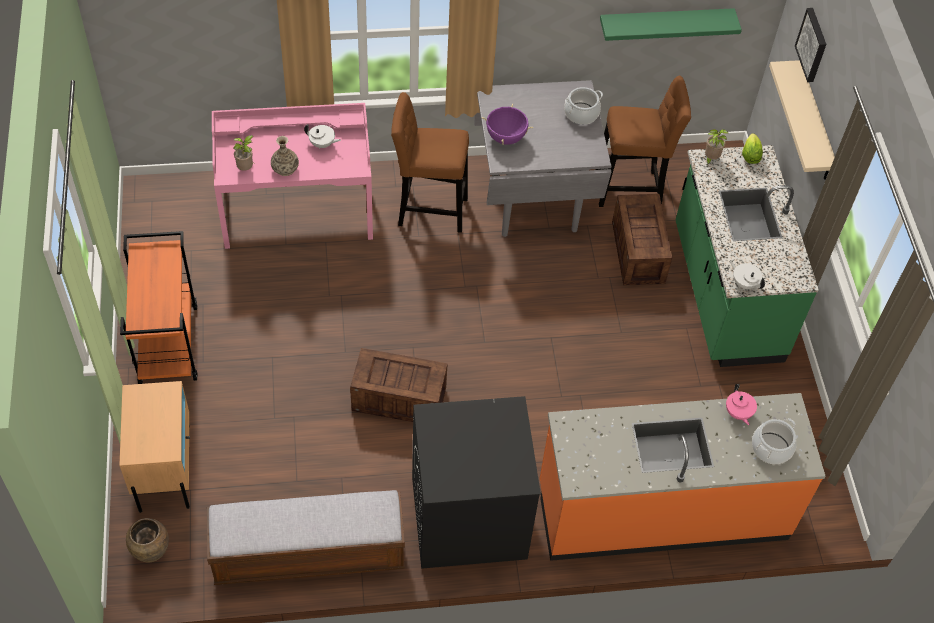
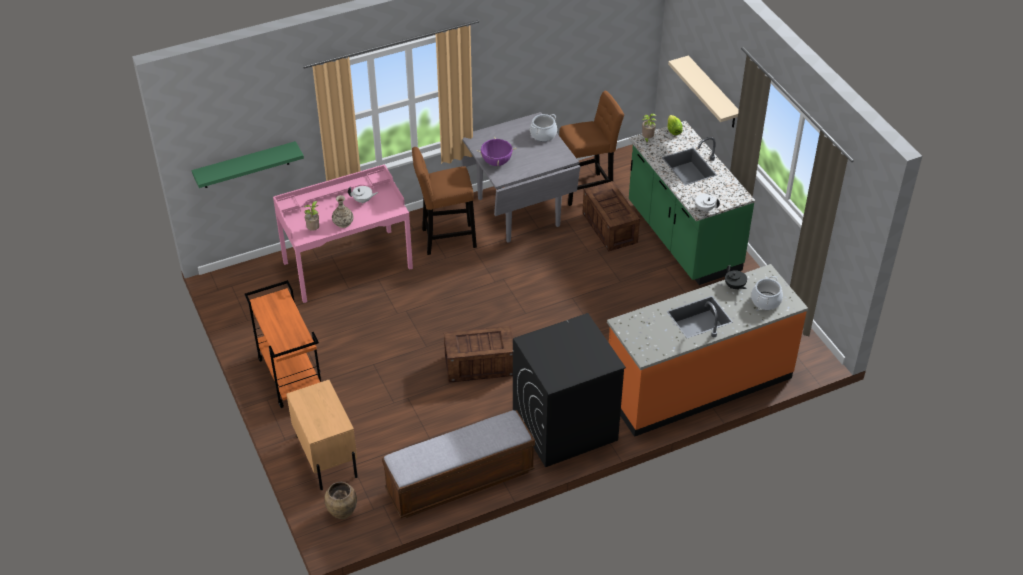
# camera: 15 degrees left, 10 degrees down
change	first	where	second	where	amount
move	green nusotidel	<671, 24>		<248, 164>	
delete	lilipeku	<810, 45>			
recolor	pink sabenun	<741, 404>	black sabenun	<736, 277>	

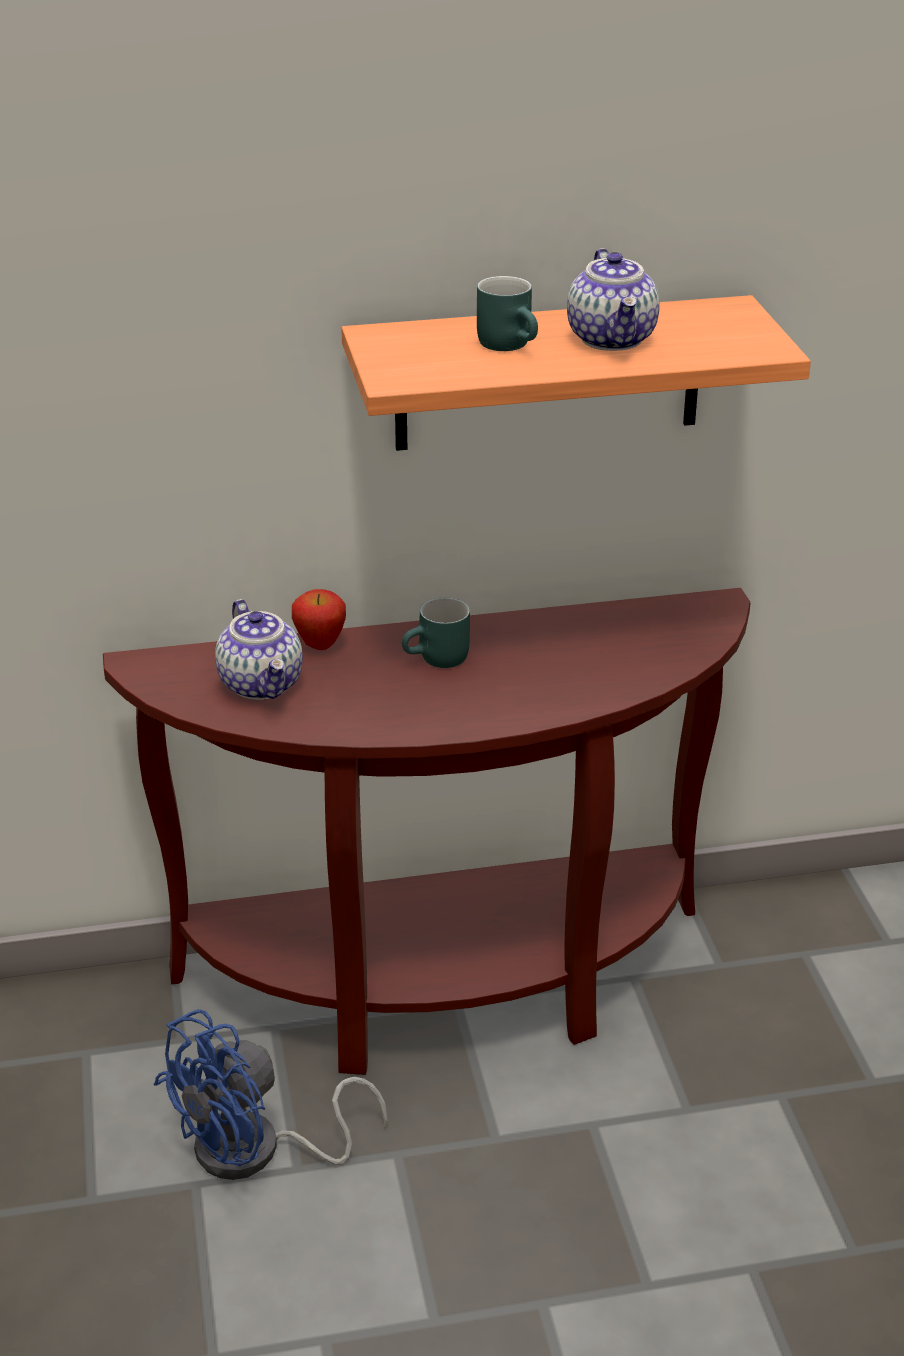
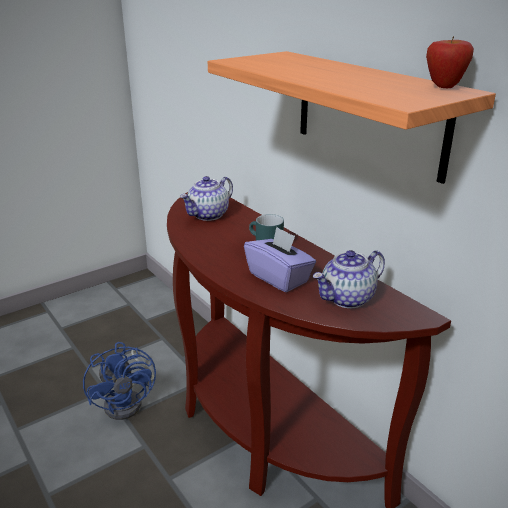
# camera: 65 degrees right, 5 degrees down
change	first	where	second	where	amount
move	sabenun	<613, 299>		<349, 279>	
delete	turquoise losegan	<507, 313>			
move	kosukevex	<319, 619>		<450, 62>	
rotate	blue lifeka	<271, 1094>		<119, 381>	135 degrees counterclockwise
insert			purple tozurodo	<280, 259>	

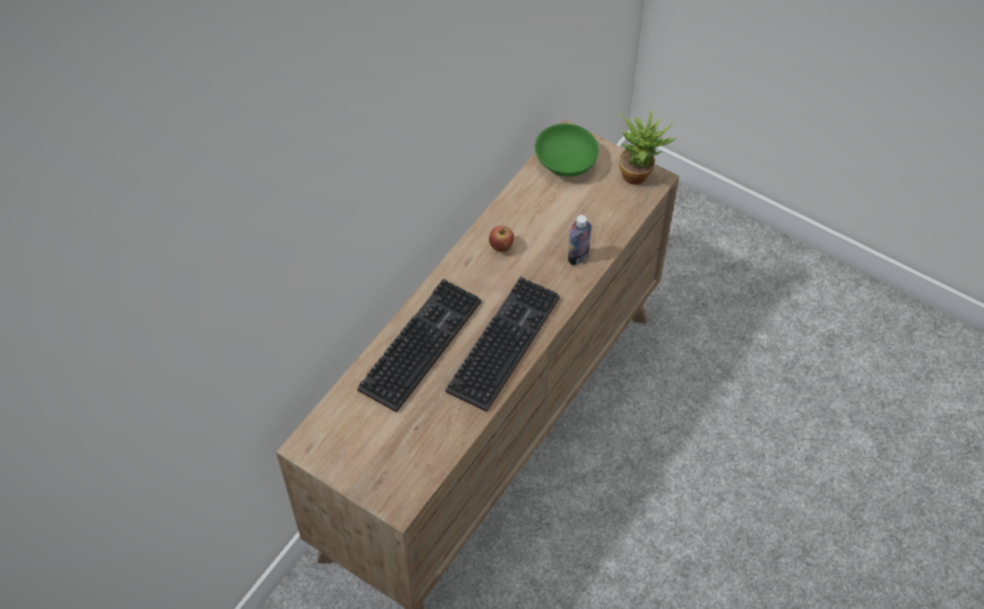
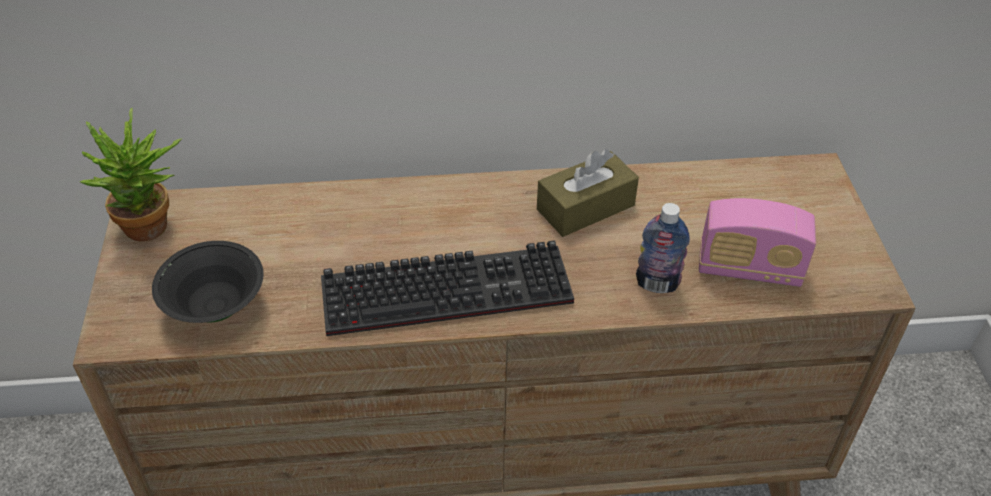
# camera: 50 degrees right, 10 degrees down
change	first	where	second	where	amount
move	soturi	<647, 147>		<131, 174>	
delete	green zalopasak	<567, 150>			
replace	kosukevex	<501, 239>	brown tozurodo	<588, 193>	
delete	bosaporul	<419, 346>			
insert			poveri	<757, 242>	
insert			black zalopasak	<207, 282>	

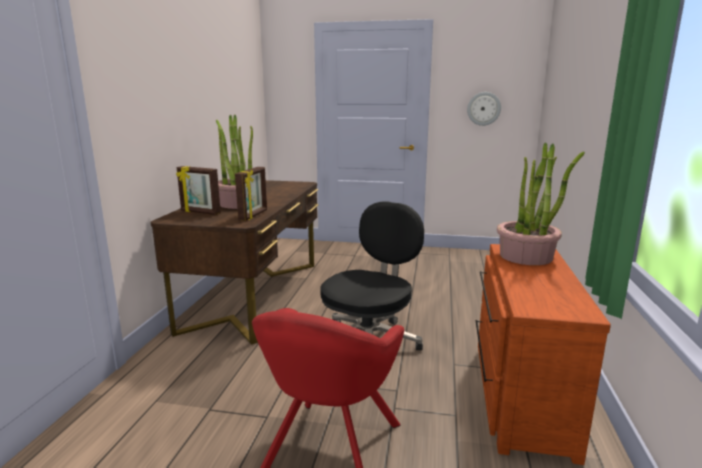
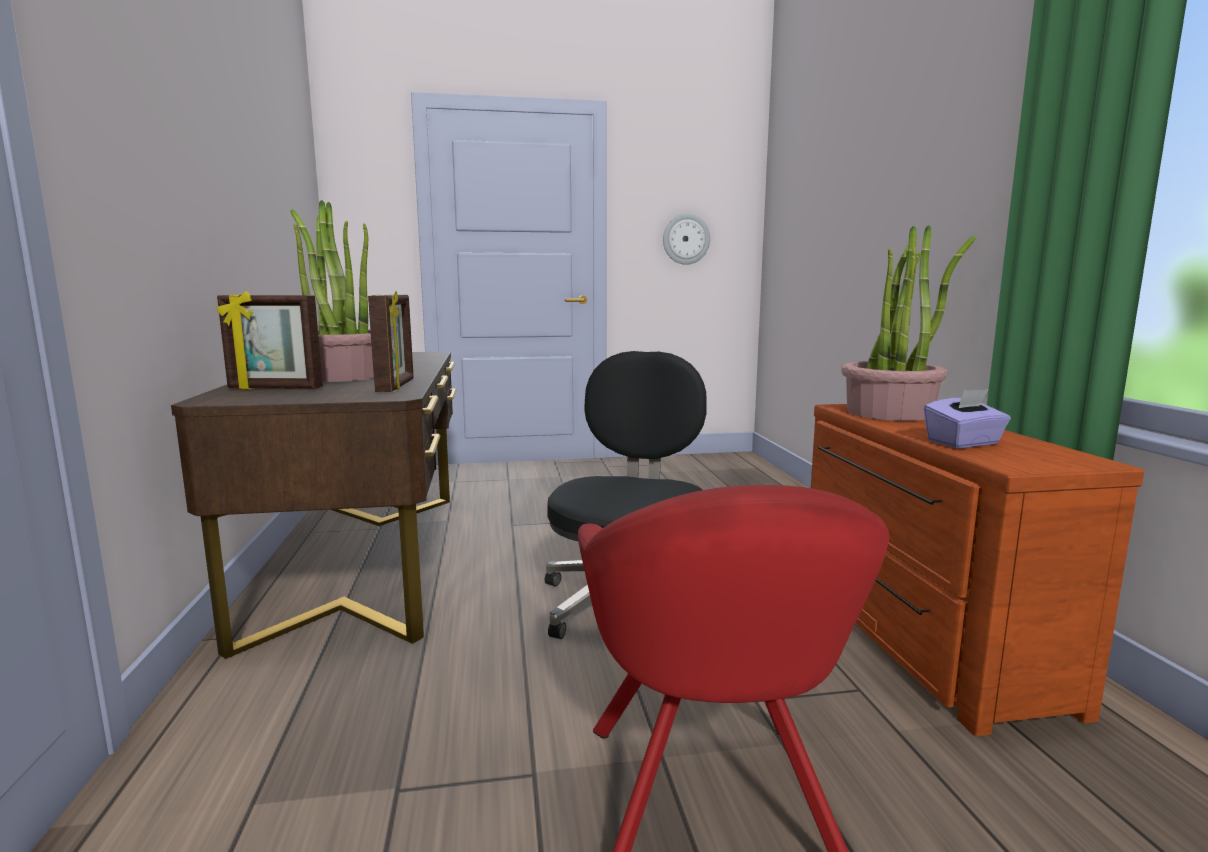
# camera: 20 degrees left, 5 degrees down
change	first	where	second	where	amount
insert			purple tozurodo	<967, 418>	

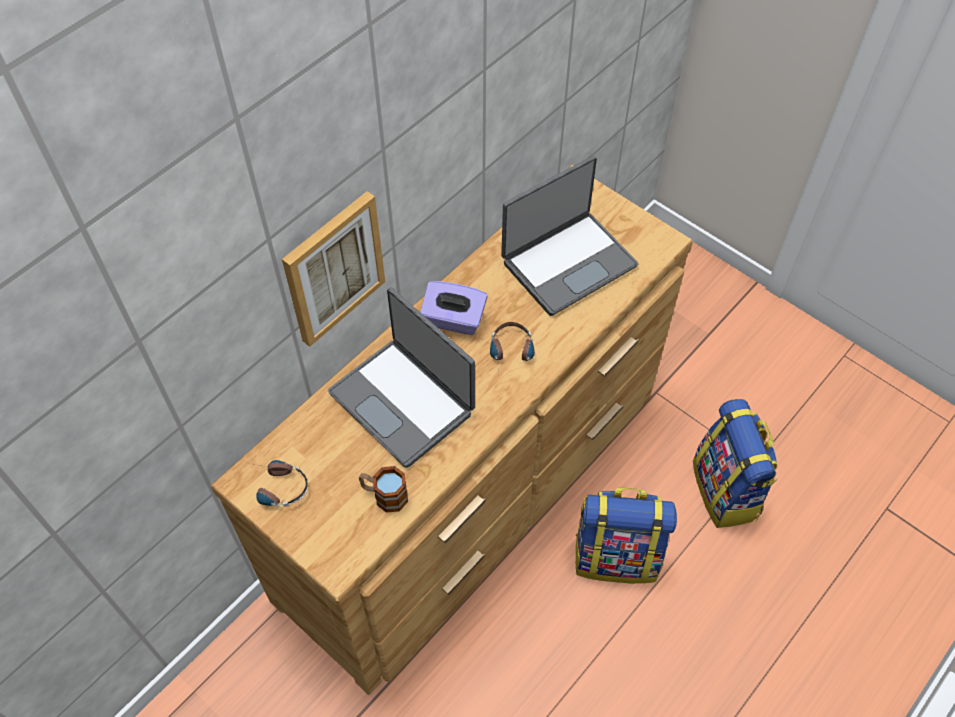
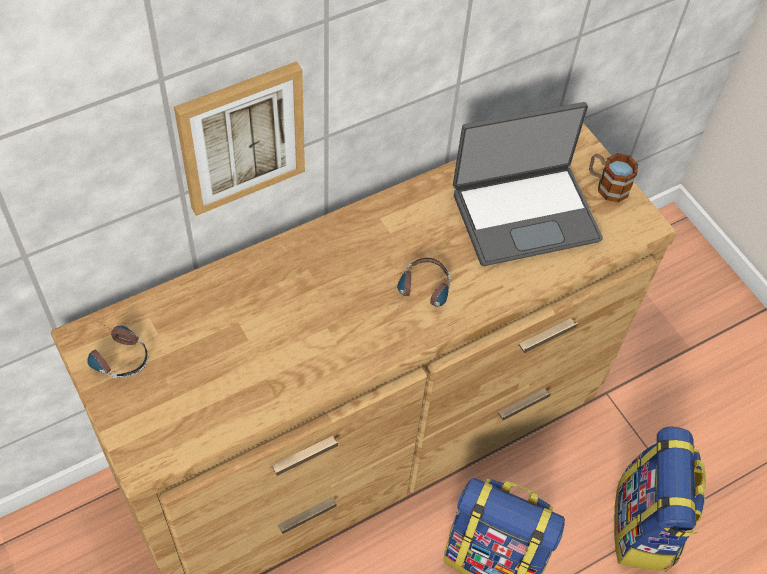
# camera: 15 degrees right, 0 degrees up
change	first	where	second	where	amount
delete	purple tozurodo	<454, 308>			
delete	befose	<401, 377>			
move	losegan	<383, 489>		<613, 177>	

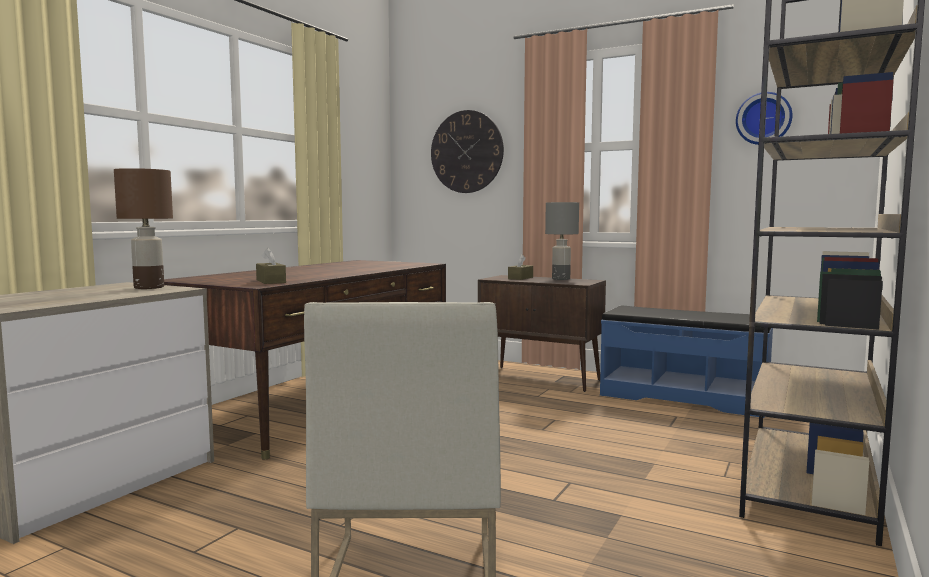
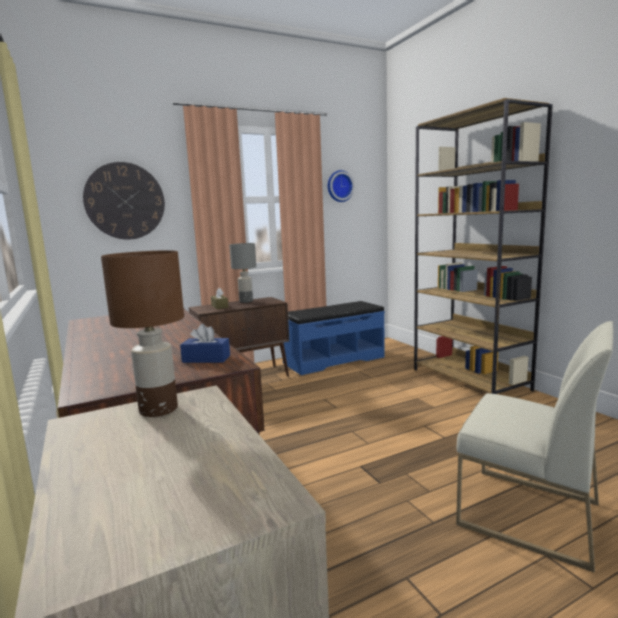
# camera: 55 degrees left, 5 degrees up
change	first	where	second	where	amount
recolor	brown tozurodo	<271, 266>	blue tozurodo	<205, 343>	

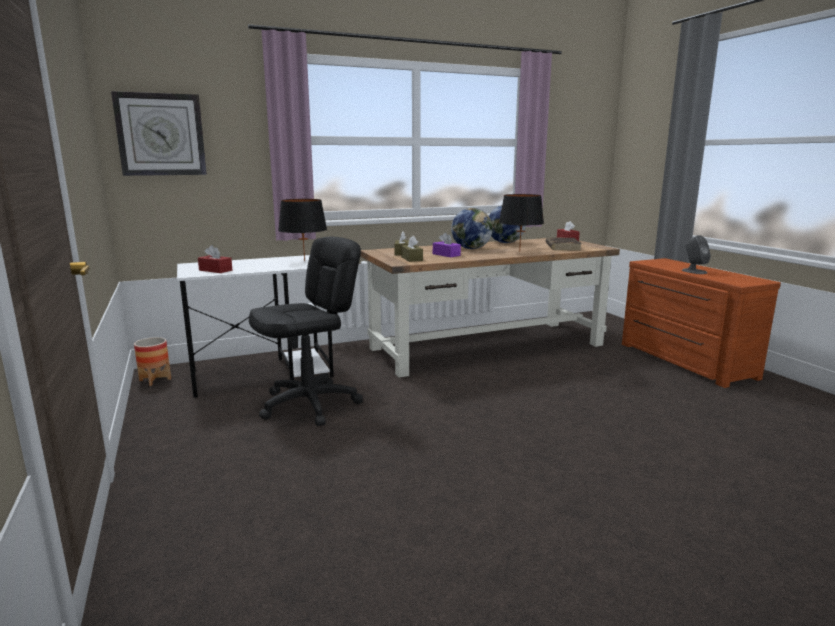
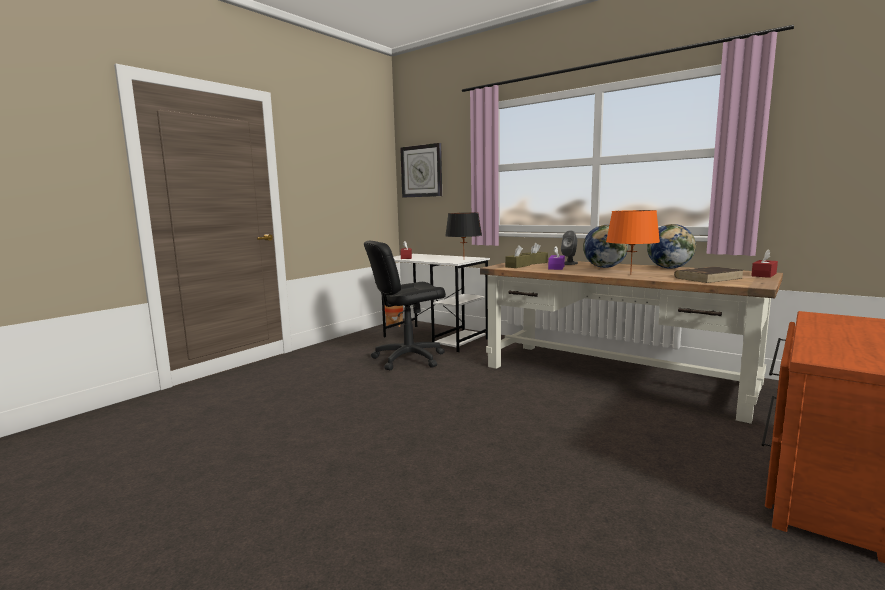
# camera: 60 degrees right, 5 degrees down
change	first	where	second	where	amount
recolor	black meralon	<521, 223>	orange meralon	<633, 242>	
move	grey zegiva	<696, 254>		<569, 248>	
rotate	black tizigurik	<306, 331>		<405, 305>	135 degrees clockwise

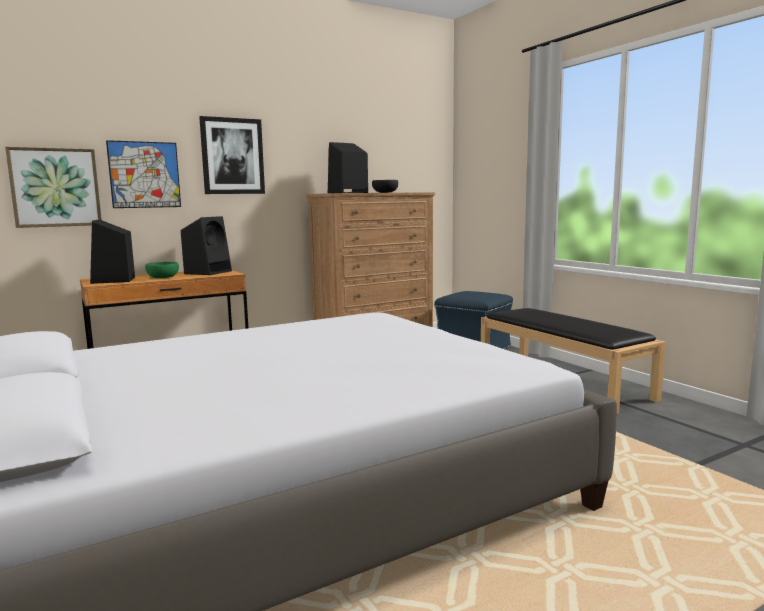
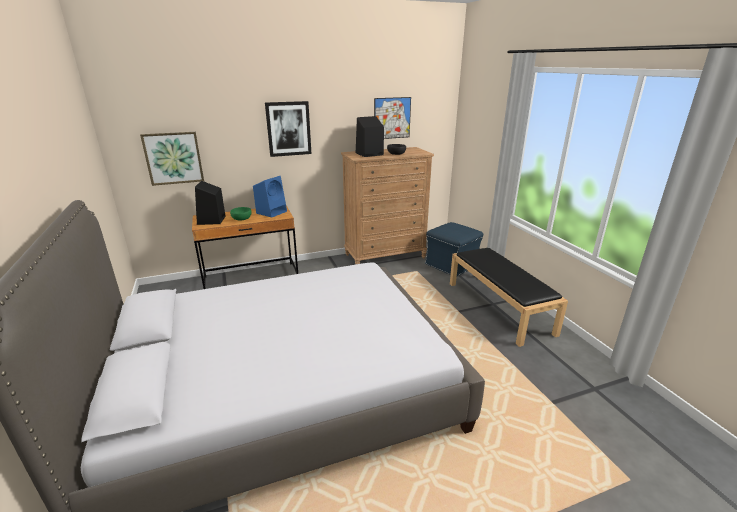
# camera: 10 degrees right, 15 degrees up
change	first	where	second	where	amount
move	lilipeku	<143, 174>		<392, 118>	
recolor	black zegiva	<206, 245>	blue zegiva	<270, 197>	

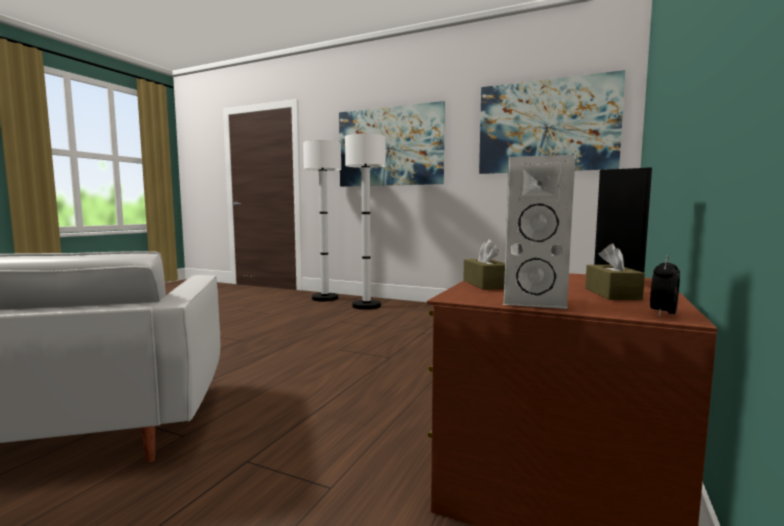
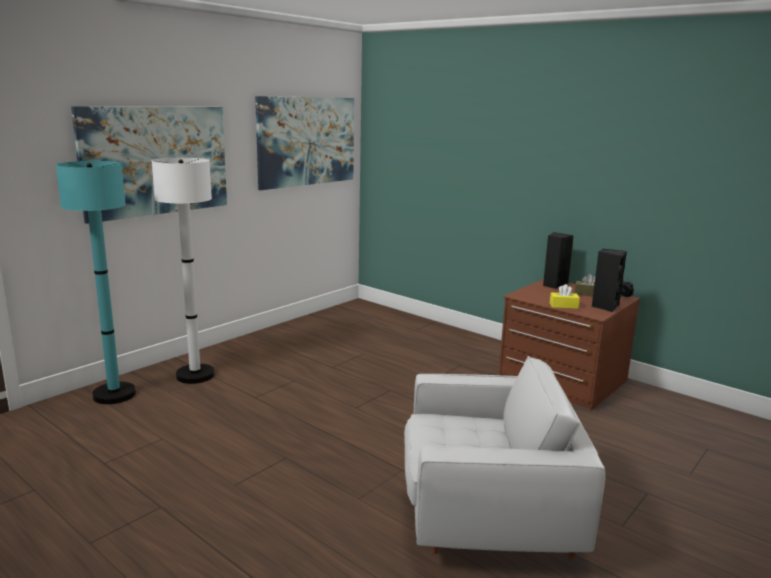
# camera: 75 degrees left, 10 degrees up
change	first	where	second	where	amount
recolor	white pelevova	<322, 220>	turquoise pelevova	<96, 282>	
recolor	white zegiva	<540, 231>	black zegiva	<609, 280>	
recolor	brown tozurodo	<484, 265>	yellow tozurodo	<565, 296>	

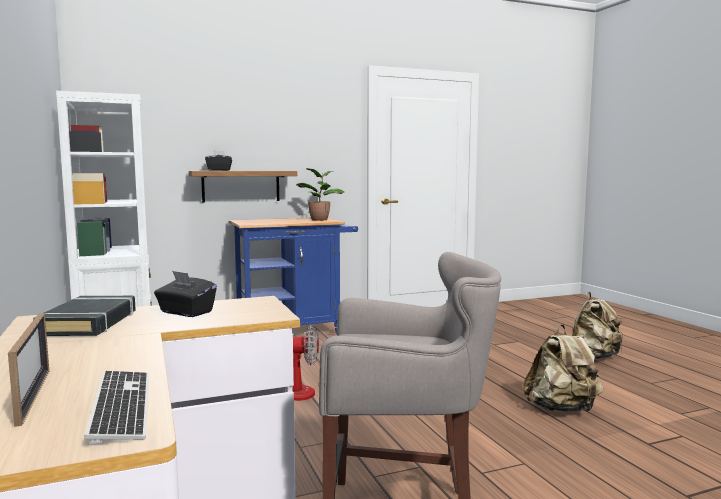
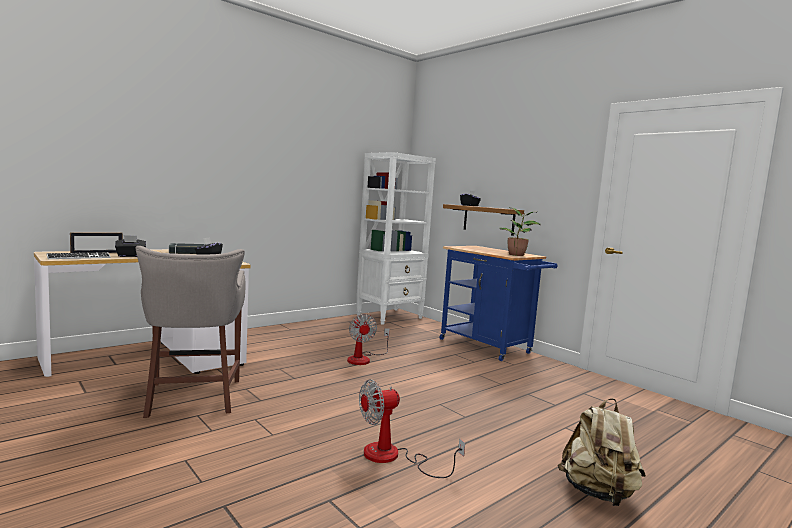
# camera: 70 degrees right, 0 degrees up
change	first	where	second	where	amount
replace	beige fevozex	<563, 368>	lifeka	<412, 428>	
insert			black tozurodo	<130, 246>	

